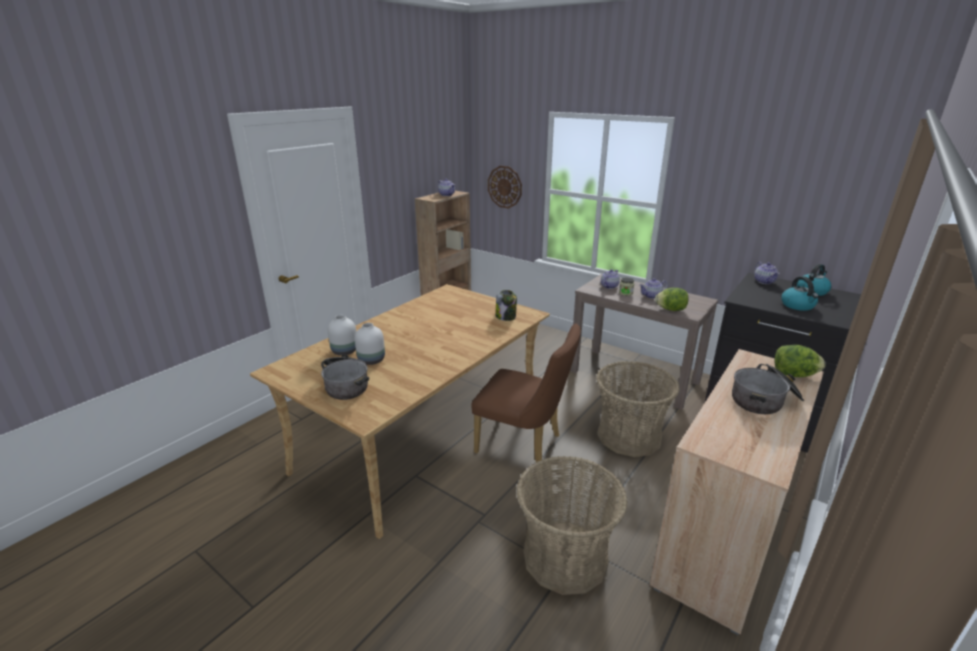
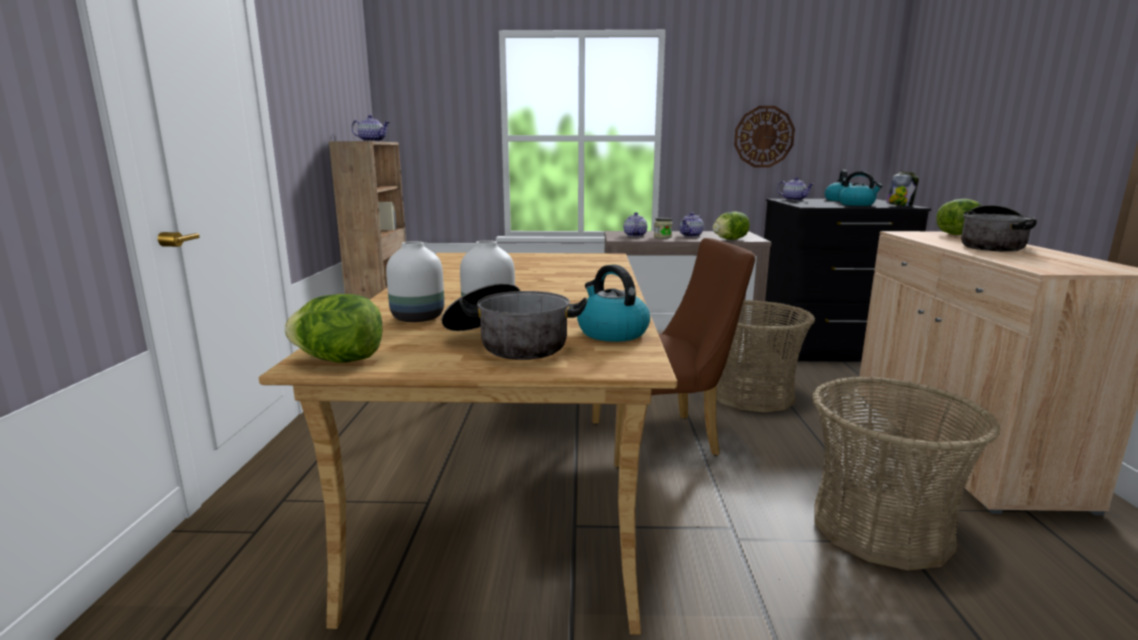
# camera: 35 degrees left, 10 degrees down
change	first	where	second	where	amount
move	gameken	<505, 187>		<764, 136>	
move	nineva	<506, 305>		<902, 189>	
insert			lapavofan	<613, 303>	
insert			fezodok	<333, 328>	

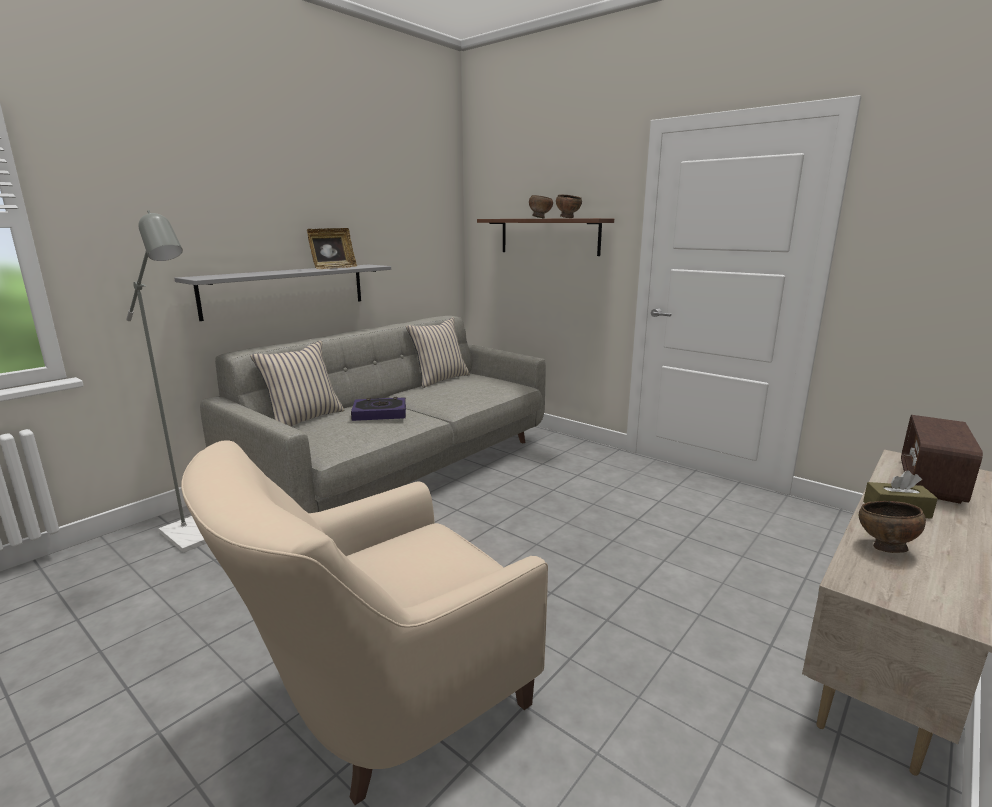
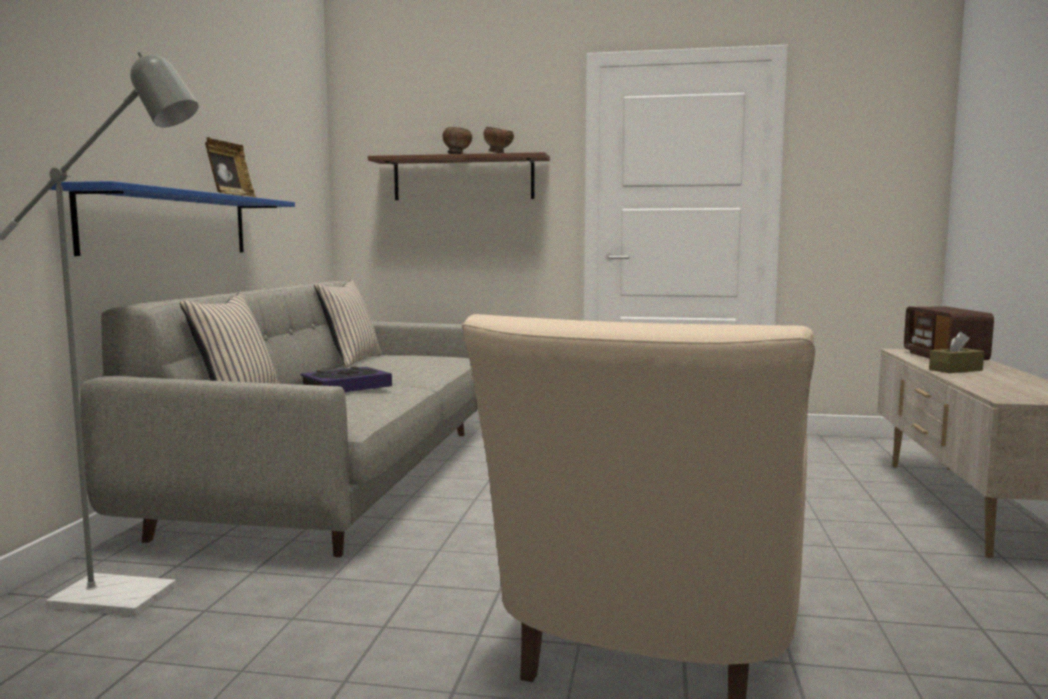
# camera: 30 degrees left, 10 degrees down
change	first	where	second	where	amount
recolor	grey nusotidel	<283, 293>	blue nusotidel	<172, 218>	
delete	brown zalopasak	<892, 527>			

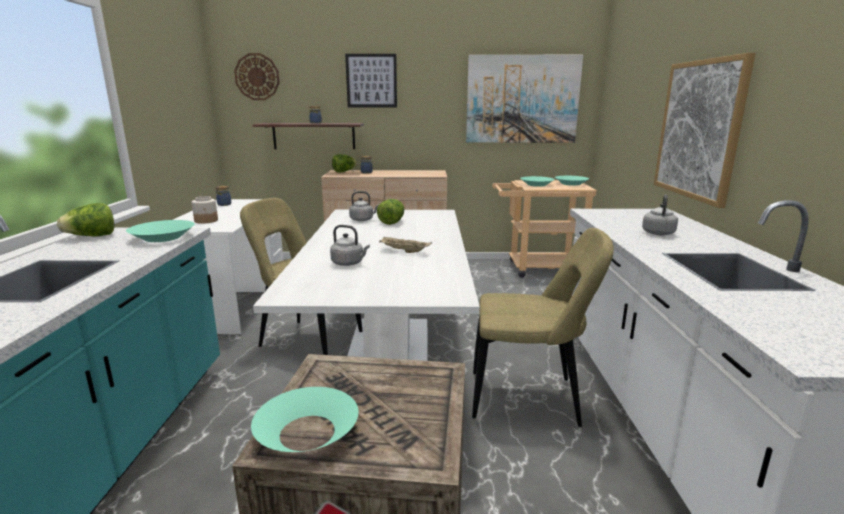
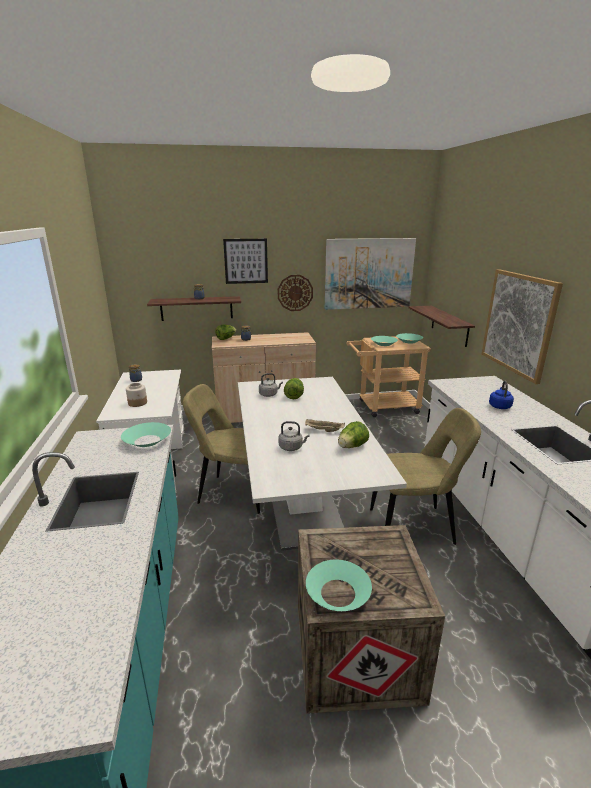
# camera: 10 degrees left, 5 degrees up
change	first	where	second	where	amount
move	gameken	<257, 76>		<295, 293>	
recolor	grey lapavofan	<660, 215>	blue lapavofan	<501, 395>	
move	fezodok	<85, 220>		<353, 434>	
insert			nusotidel	<442, 326>	

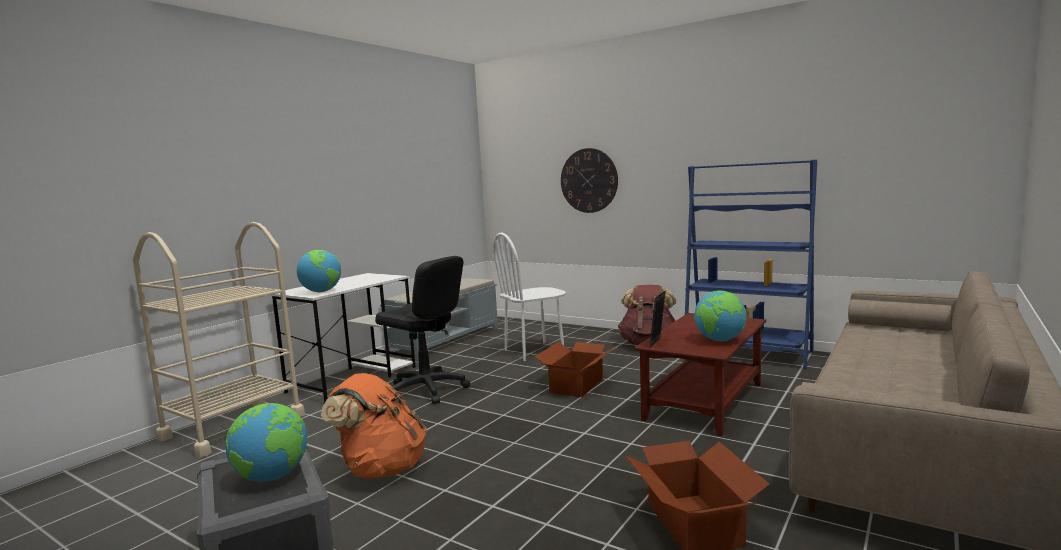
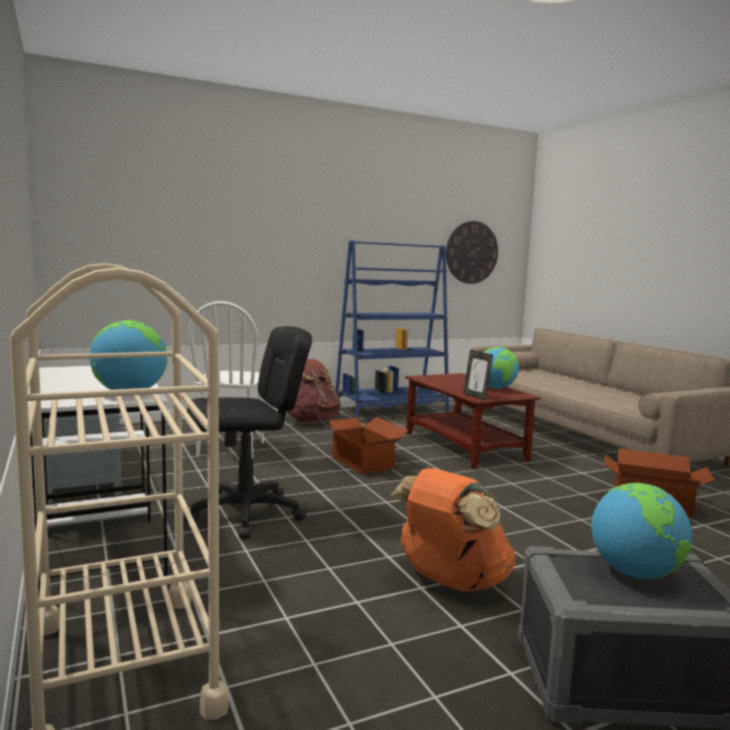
# camera: 60 degrees left, 0 degrees up
change	first	where	second	where	amount
move	gameken	<589, 180>		<472, 252>	

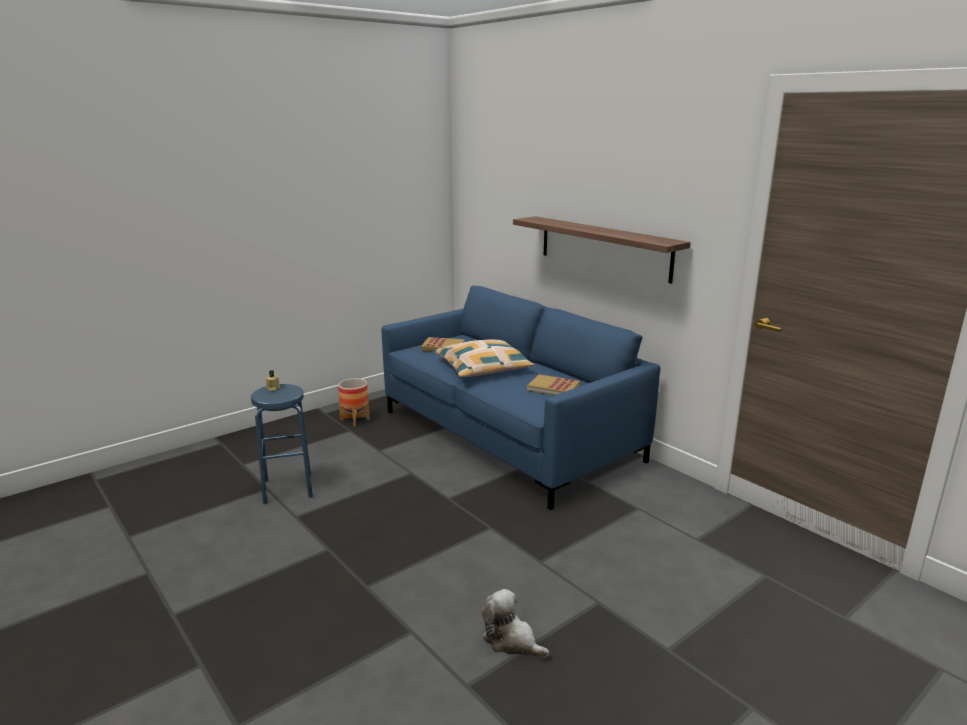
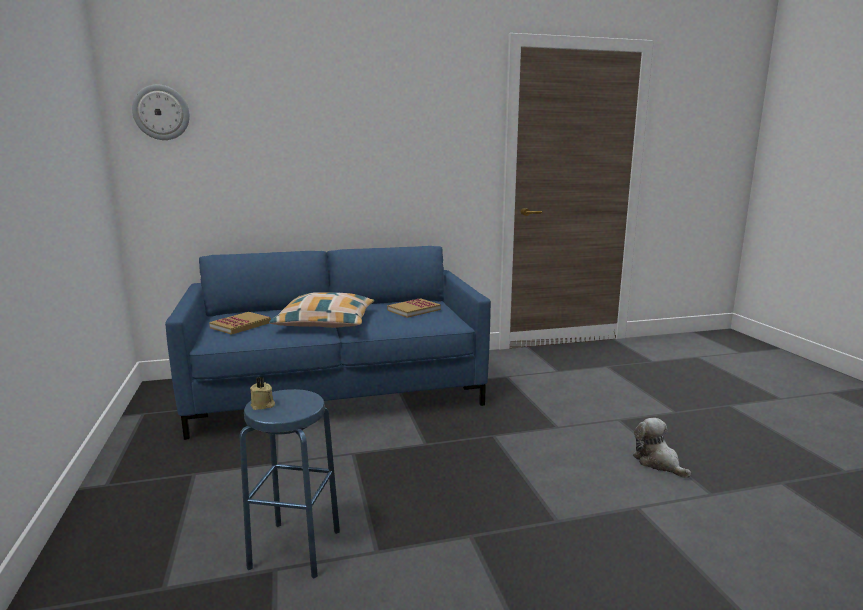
# camera: 65 degrees left, 5 degrees down
change	first	where	second	where	amount
delete	nusotidel	<602, 250>			
delete	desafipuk	<354, 402>			
rotate	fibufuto	<515, 623>		<662, 448>	90 degrees clockwise
insert			gameken	<161, 112>	

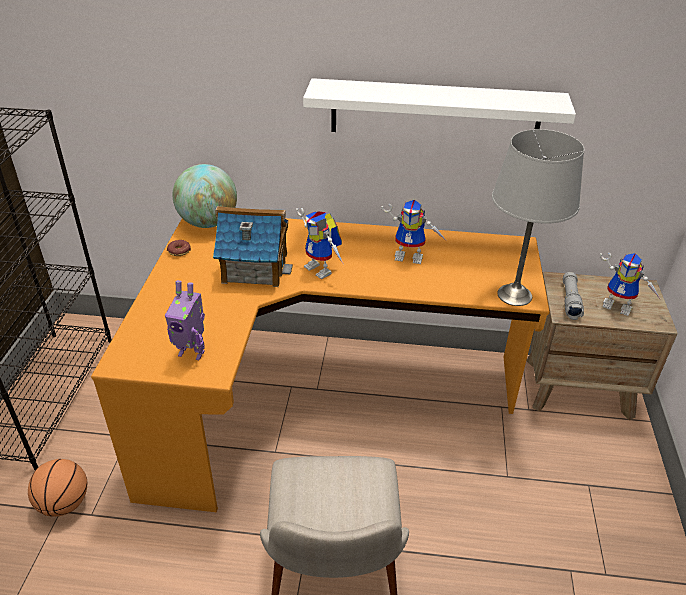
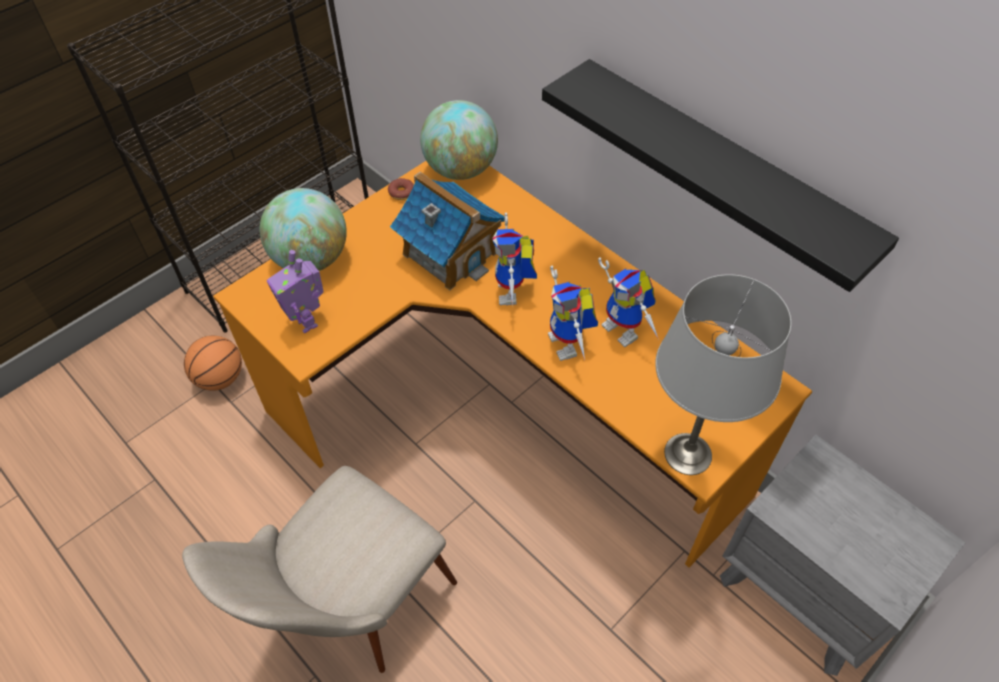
# camera: 40 degrees right, 15 degrees up
change	first	where	second	where	amount
recolor	white nusotidel	<439, 105>	black nusotidel	<720, 175>	
move	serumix	<630, 284>		<573, 313>	
recolor	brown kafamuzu	<602, 346>	grey kafamuzu	<843, 555>	
delete	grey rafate	<573, 296>			
insert			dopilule	<303, 229>	

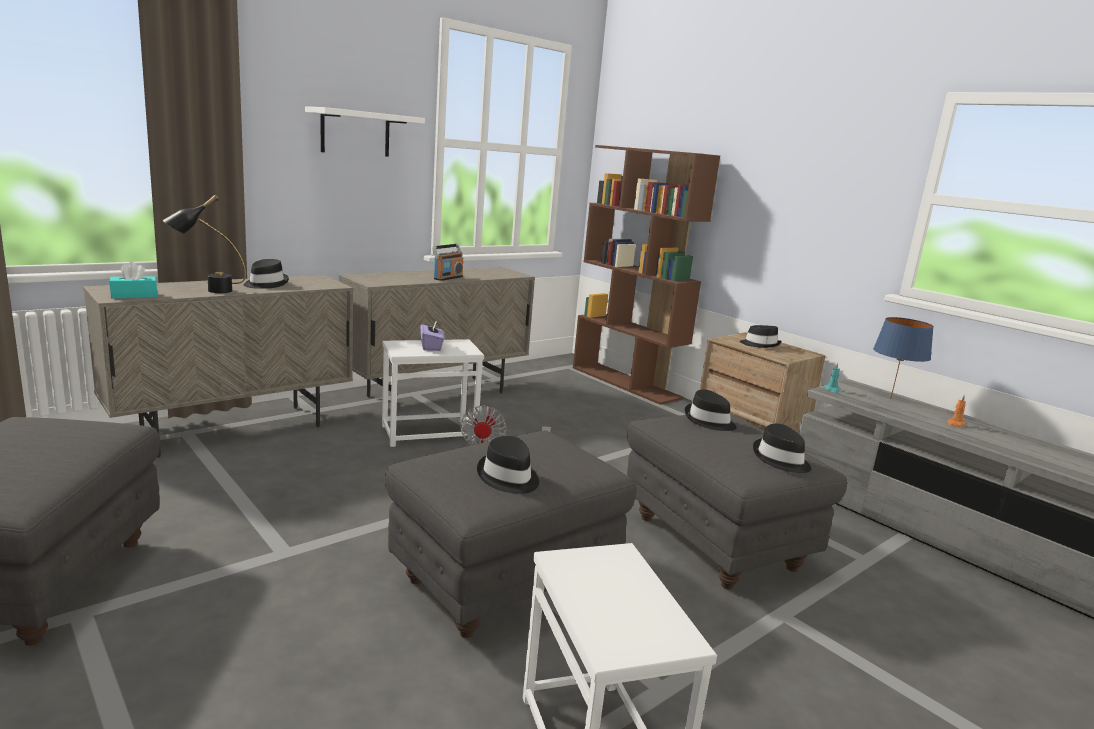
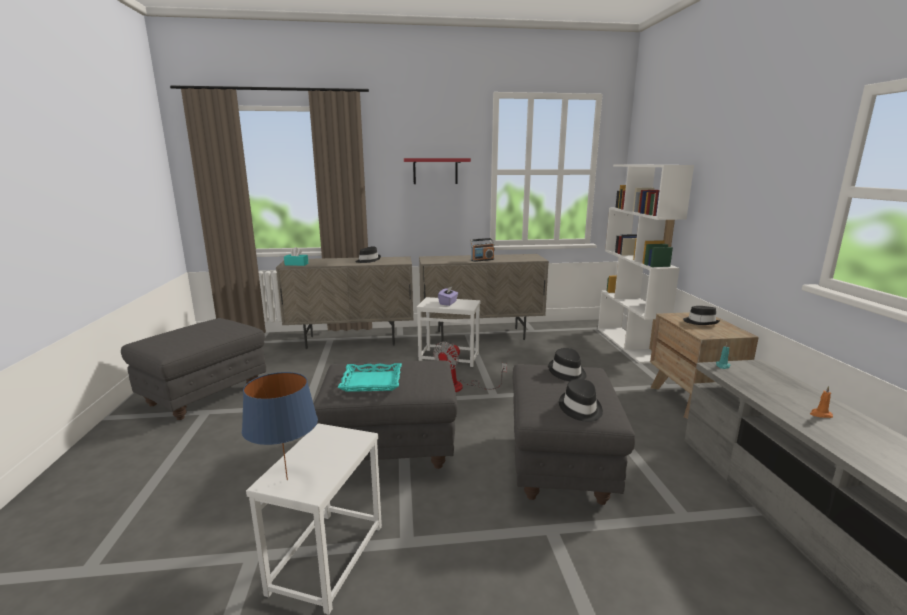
# camera: 35 degrees right, 0 degrees up
change	first	where	second	where	amount
recolor	white nusotidel	<365, 131>	red nusotidel	<437, 171>	
recolor	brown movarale	<646, 275>	white movarale	<646, 264>	
delete	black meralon	<204, 244>			
move	blue meralon	<903, 358>		<280, 426>	
replace	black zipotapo	<508, 465>	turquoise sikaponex	<370, 377>	

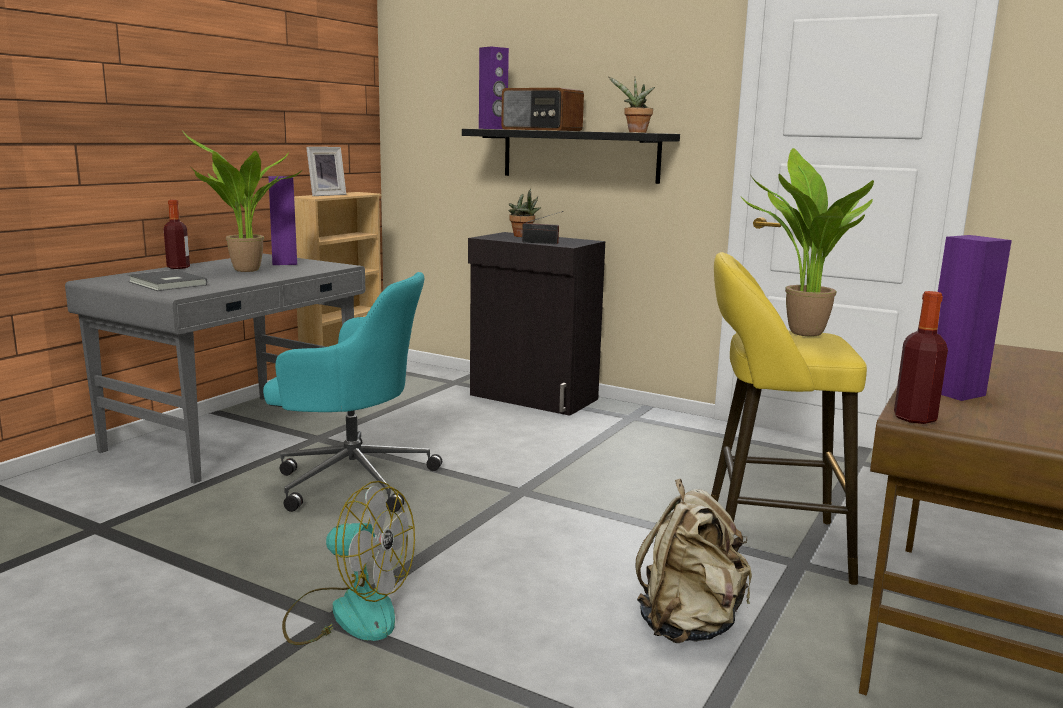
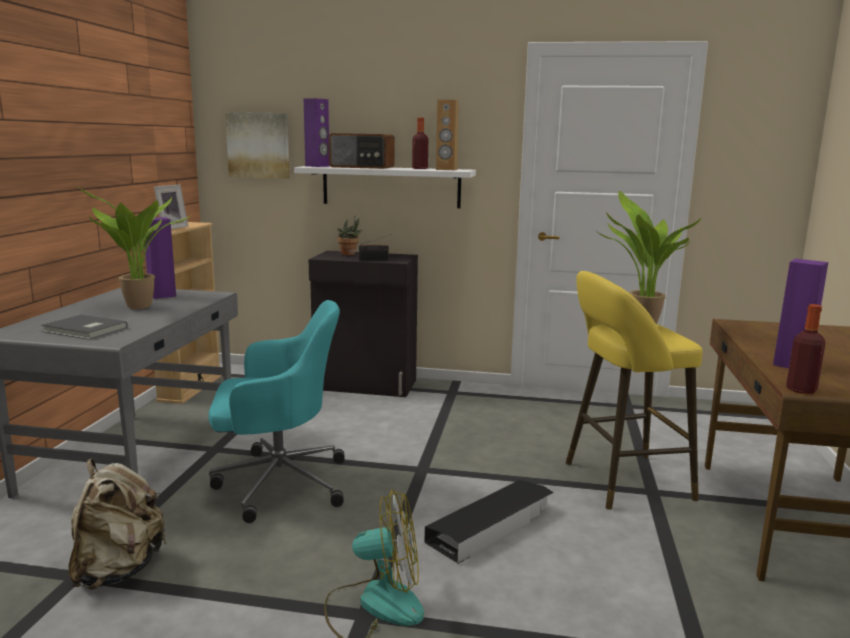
# camera: 20 degrees left, 0 degrees up
change	first	where	second	where	amount
replace	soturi	<631, 104>	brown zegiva	<447, 134>	
recolor	black nusotidel	<571, 156>	white nusotidel	<385, 187>	
move	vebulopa	<177, 234>		<420, 143>	
move	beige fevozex	<694, 561>		<117, 524>	
insert			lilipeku	<257, 145>	
insert			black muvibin	<489, 522>	

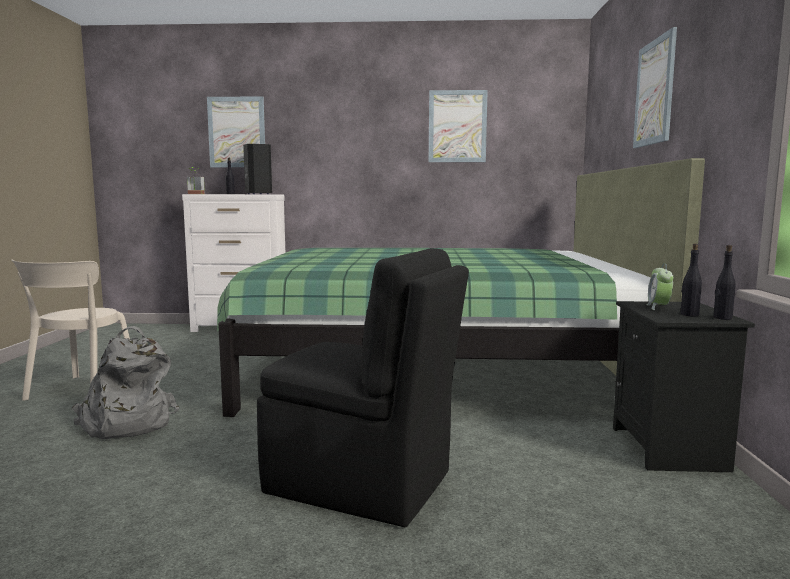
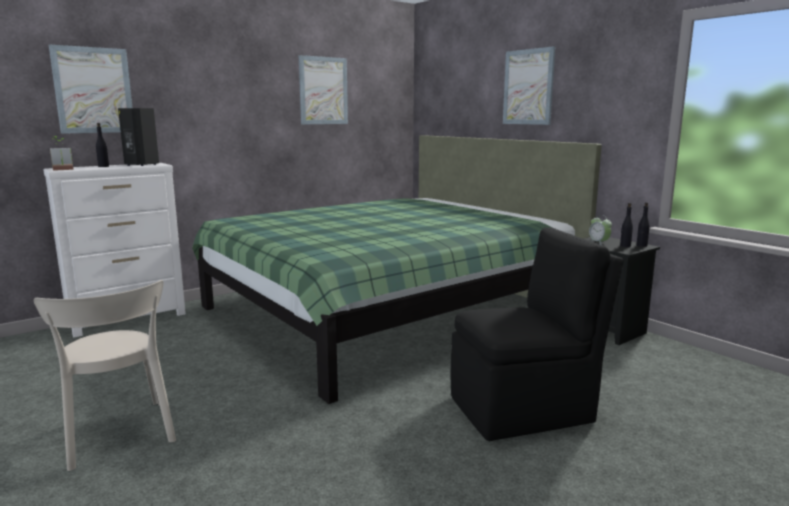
# camera: 40 degrees left, 5 degrees up
change	first	where	second	where	amount
delete	grey fevozex	<125, 382>			

